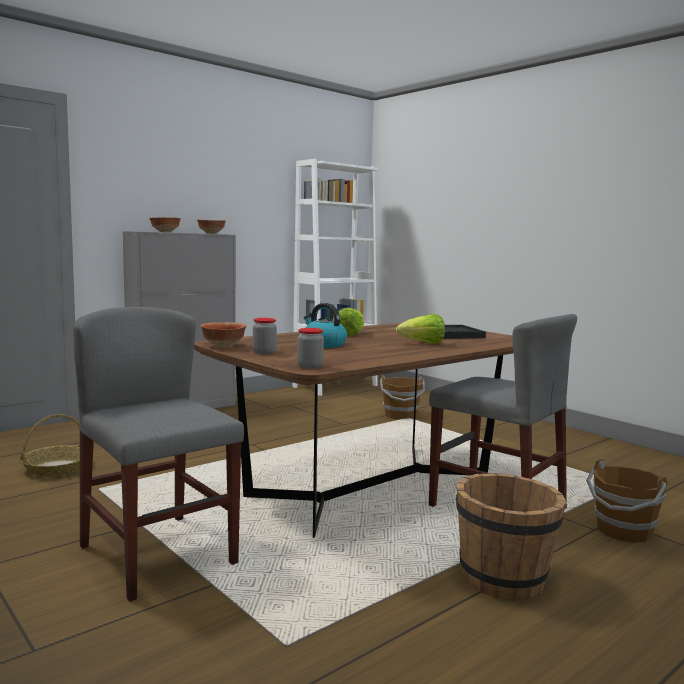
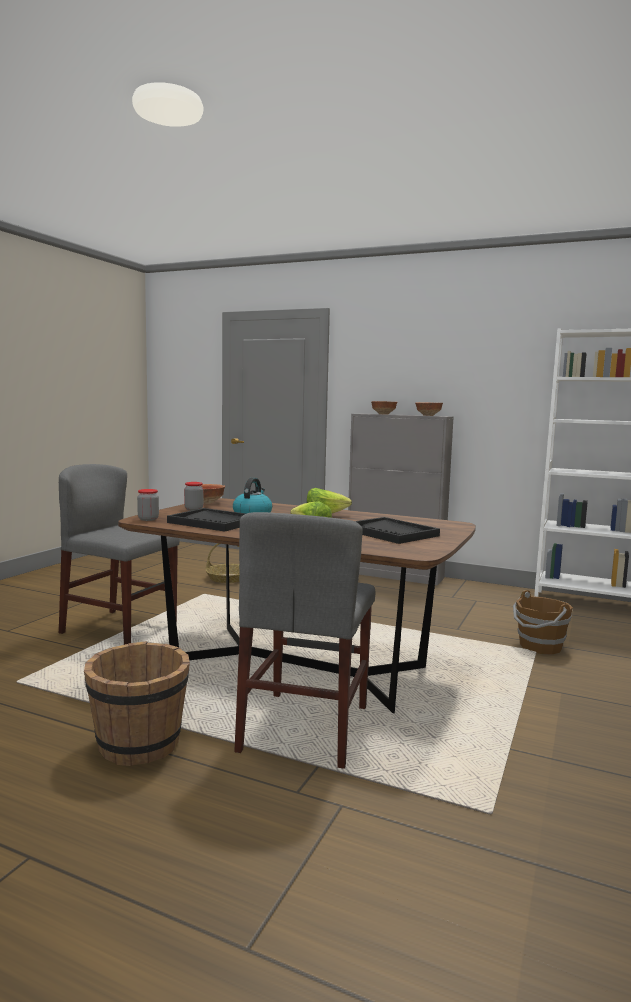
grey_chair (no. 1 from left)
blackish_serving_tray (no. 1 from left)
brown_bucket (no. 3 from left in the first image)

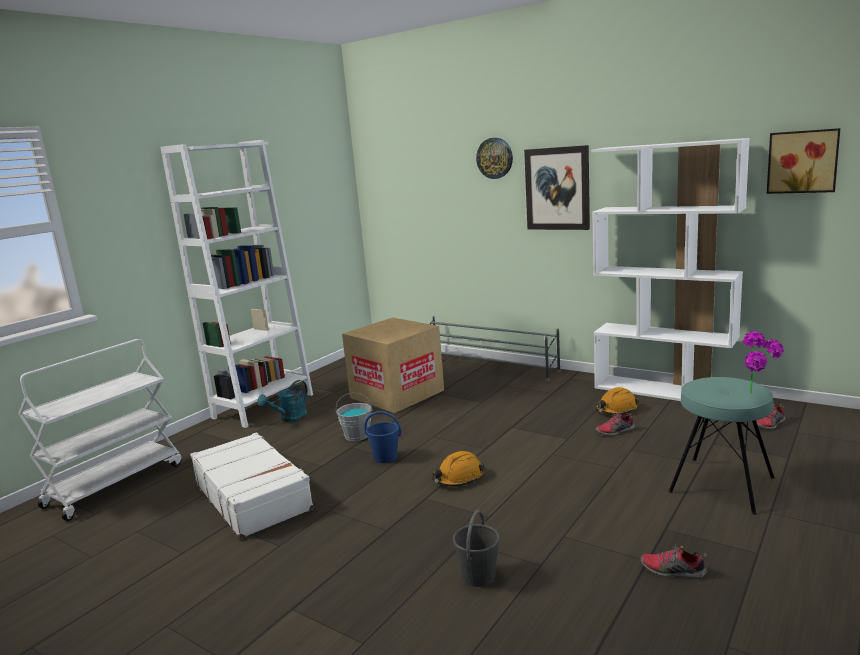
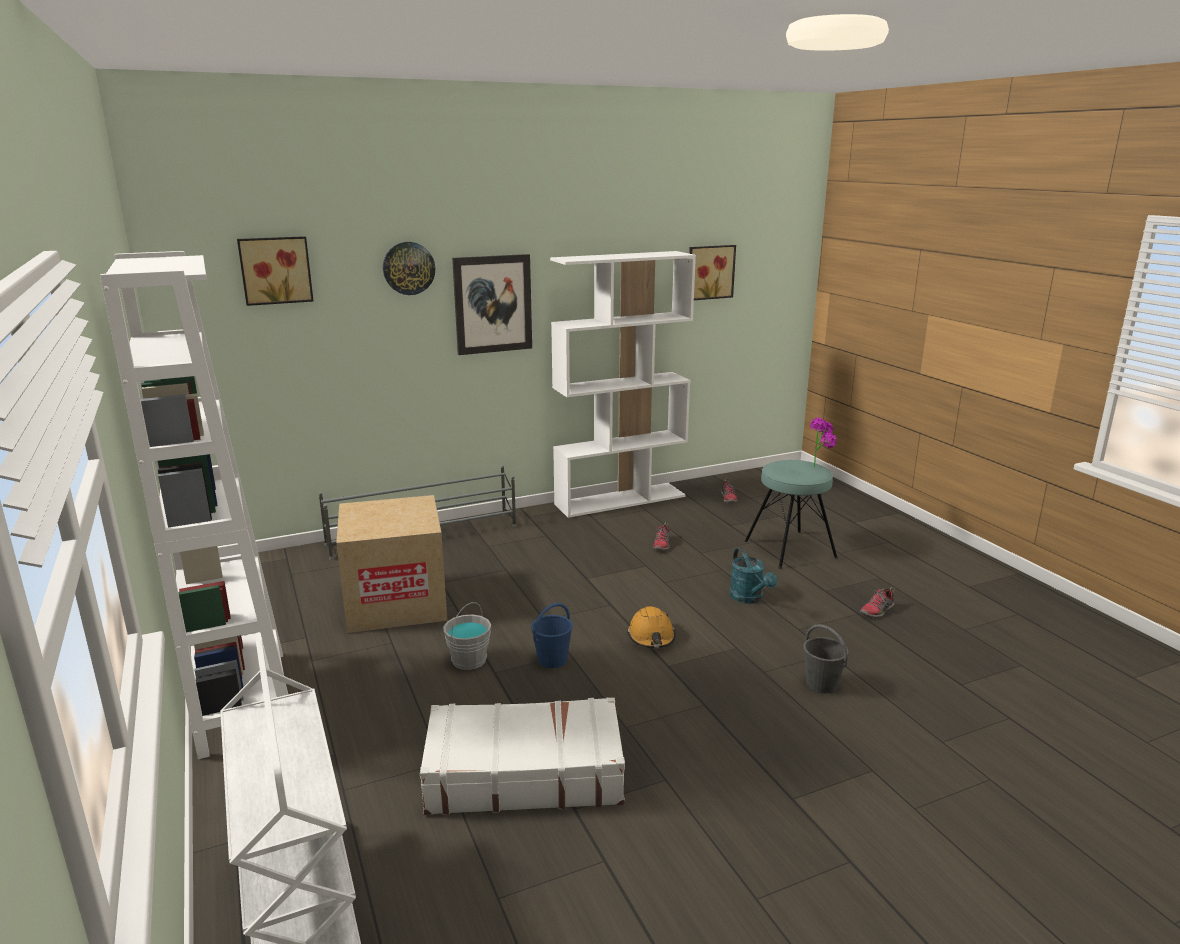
picture (no. 1 from left)
turquoise-coloured_watering_can
orange-coloured_hard_hat (no. 2 from left in the first image)

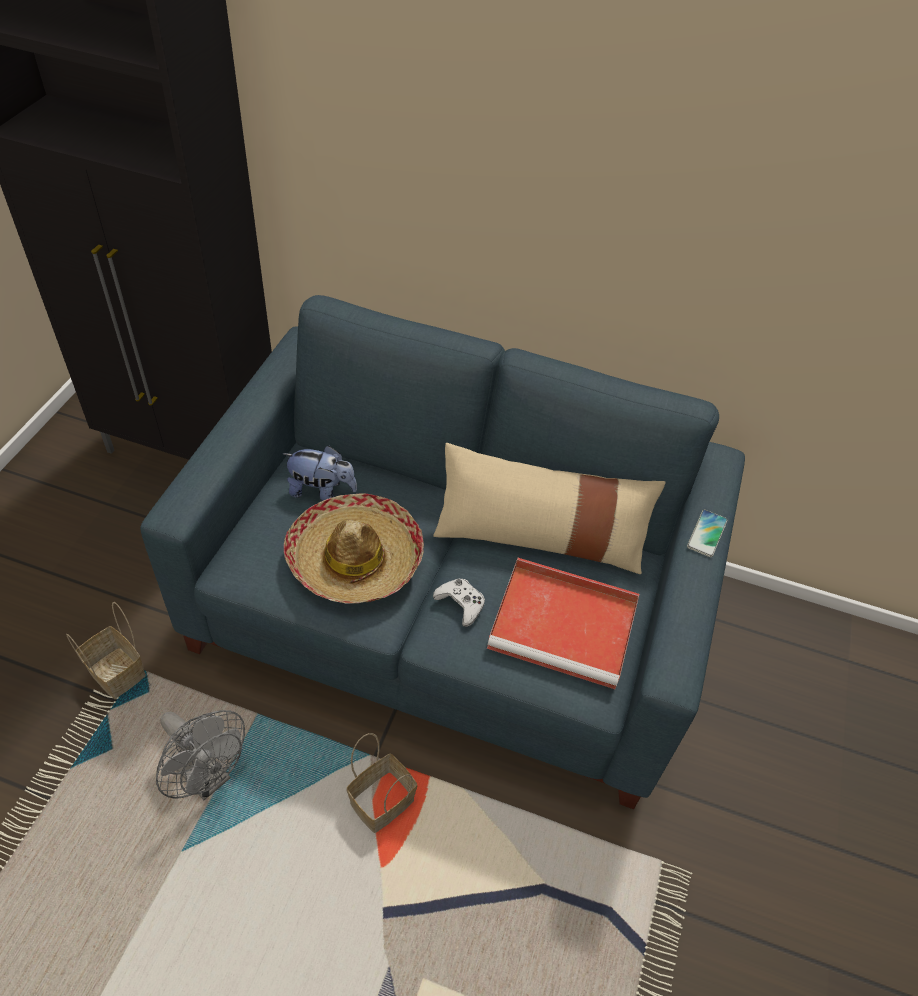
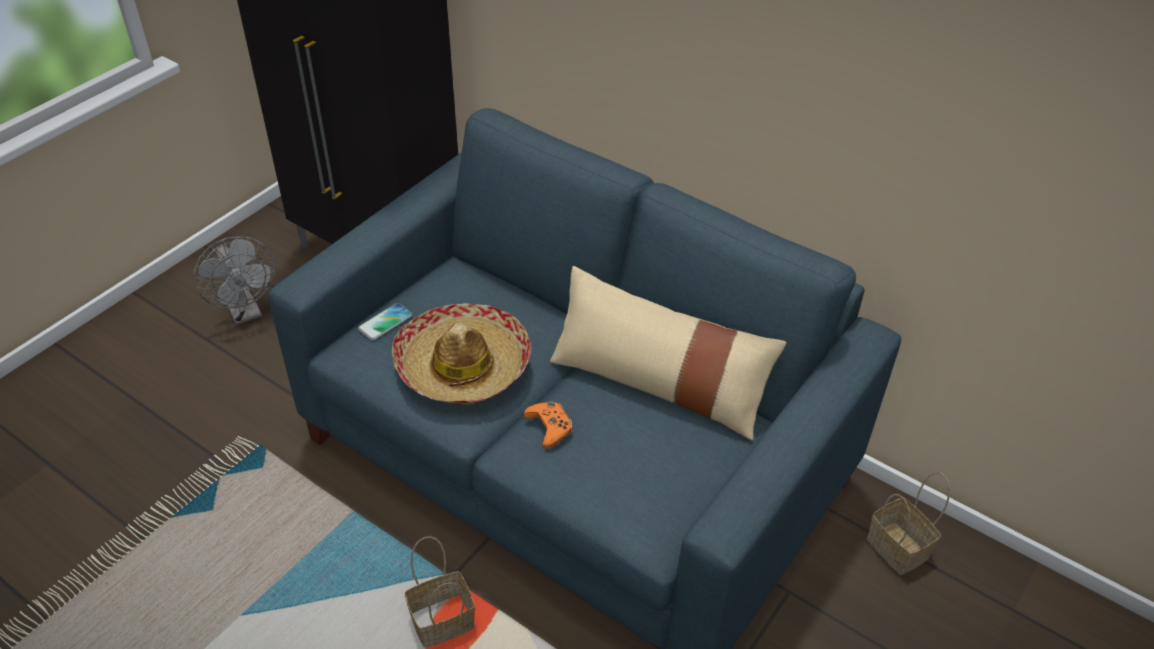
grey_cooling_fan
phone
orange-coloured_game_controller
household_basket (no. 2 from left)
cuddly_toy
red-coloured_serving_tray

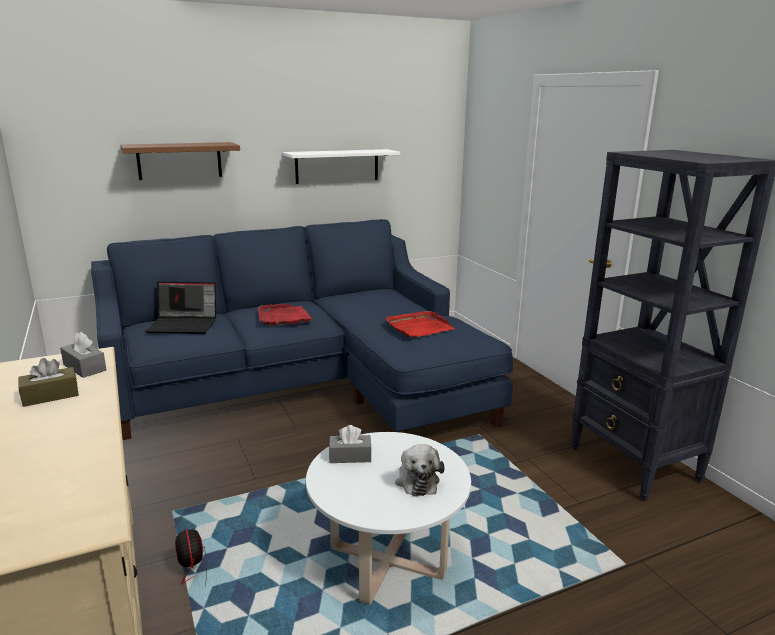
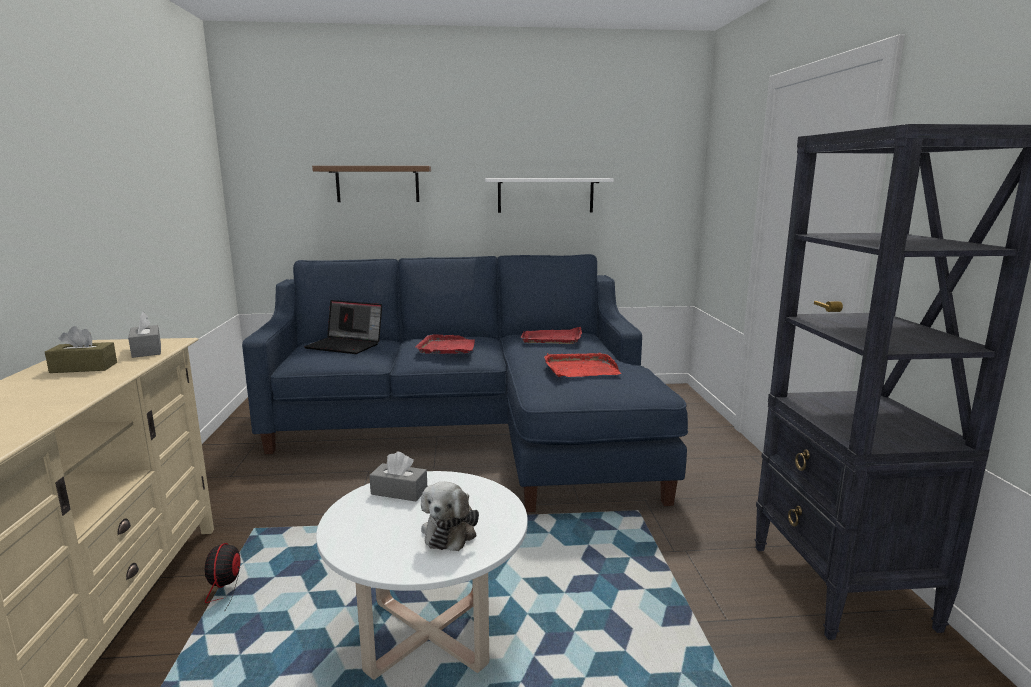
red-coloured_serving_tray (no. 2 from left)

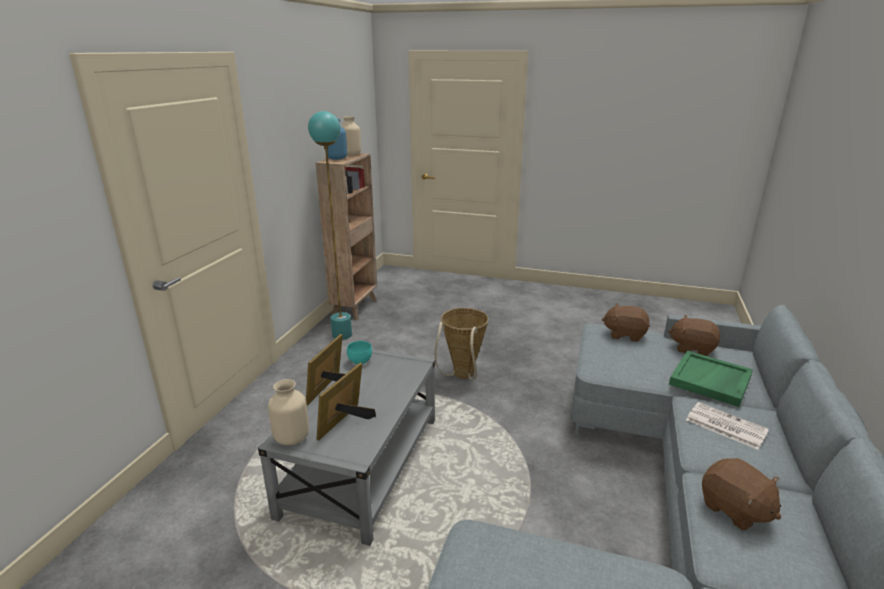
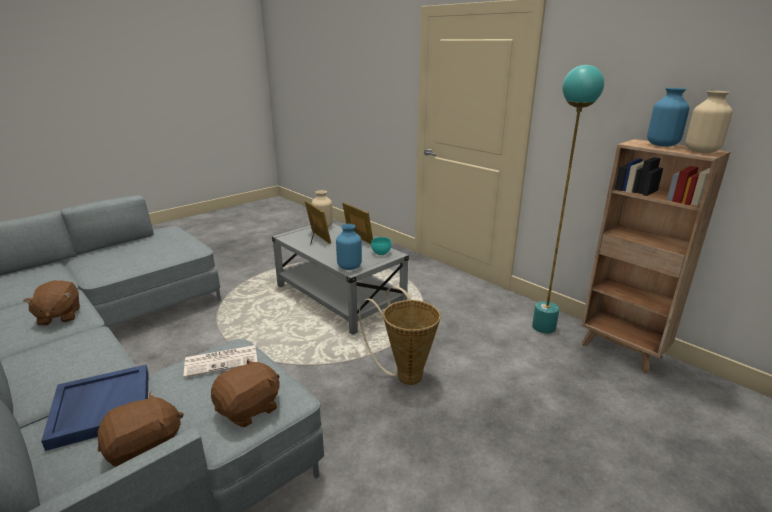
brown_cuddly_toy (no. 1 from left)
blue-coloured_serving_tray
newspaper
blue-coloured_flower_vase (no. 1 from left)

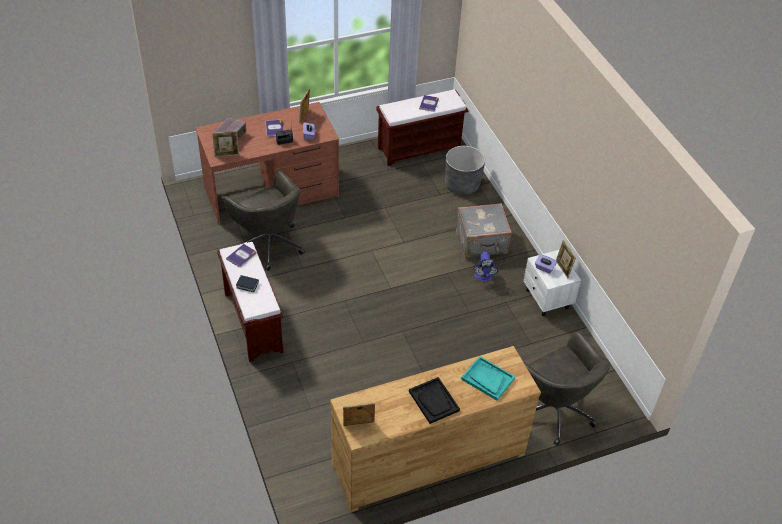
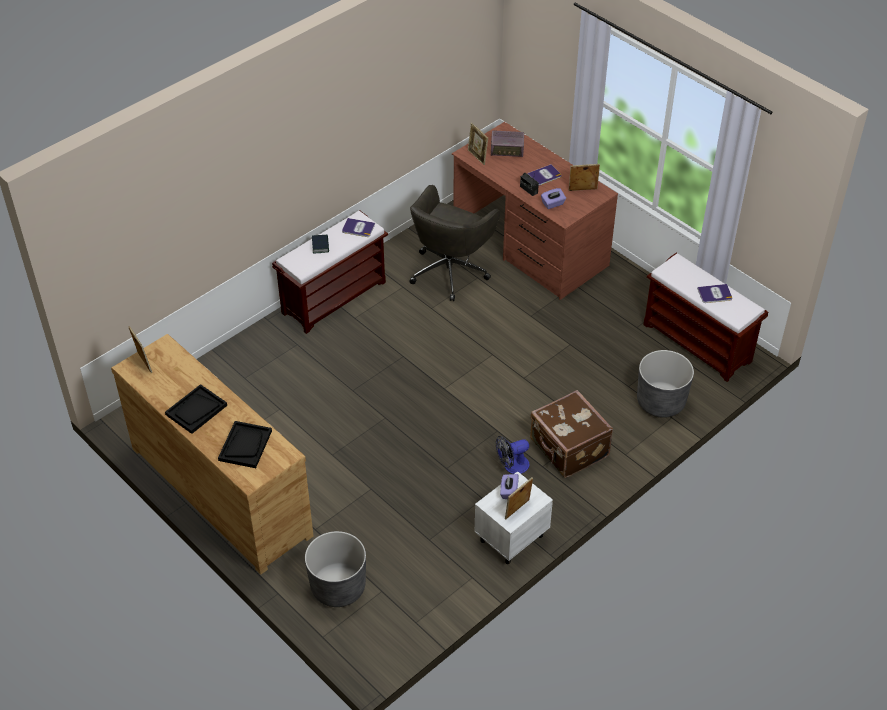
blackish_serving_tray (no. 2 from left)
grey_planter (no. 1 from left)
brown_piece_of_luggage

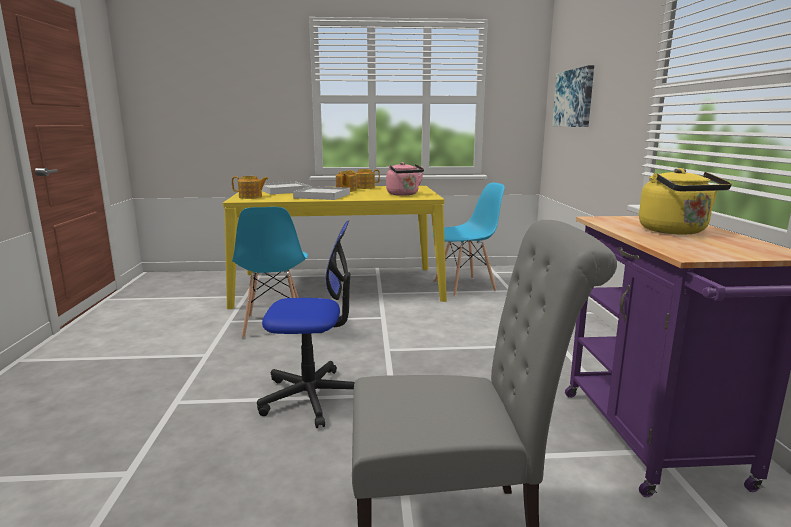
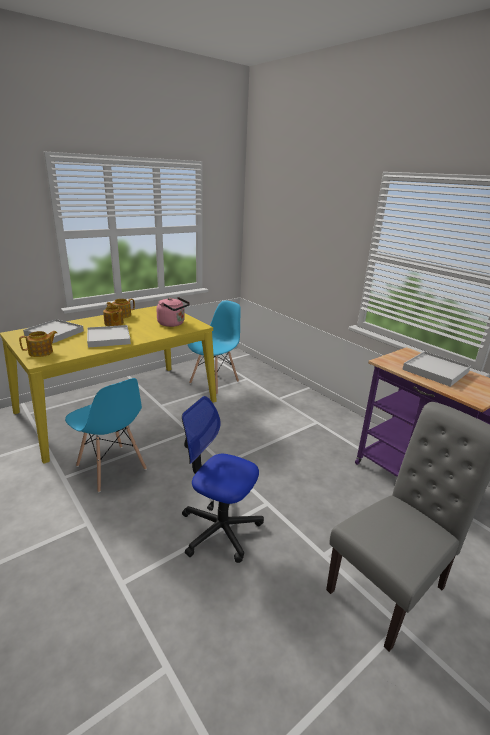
office_chair
white-coloured_serving_tray (no. 3 from left)
picture

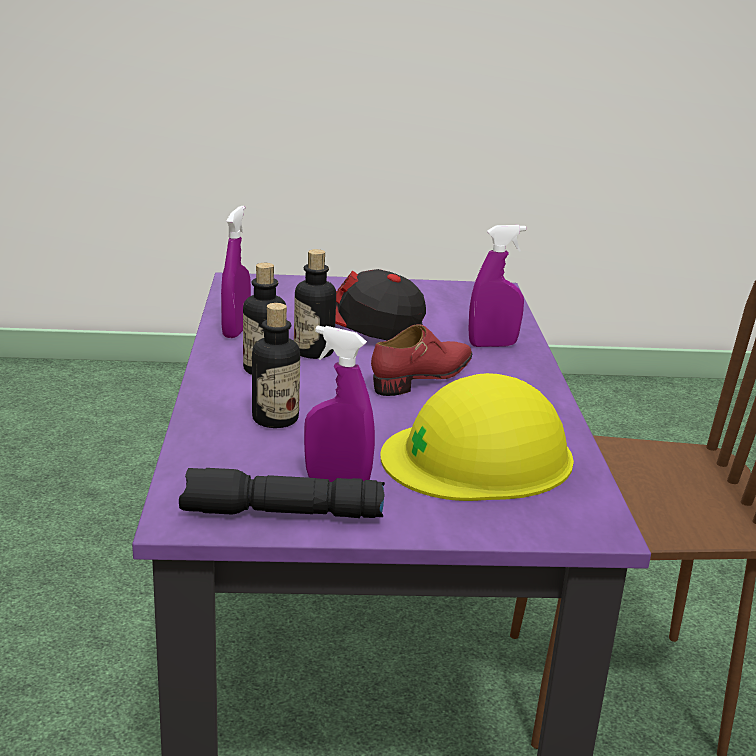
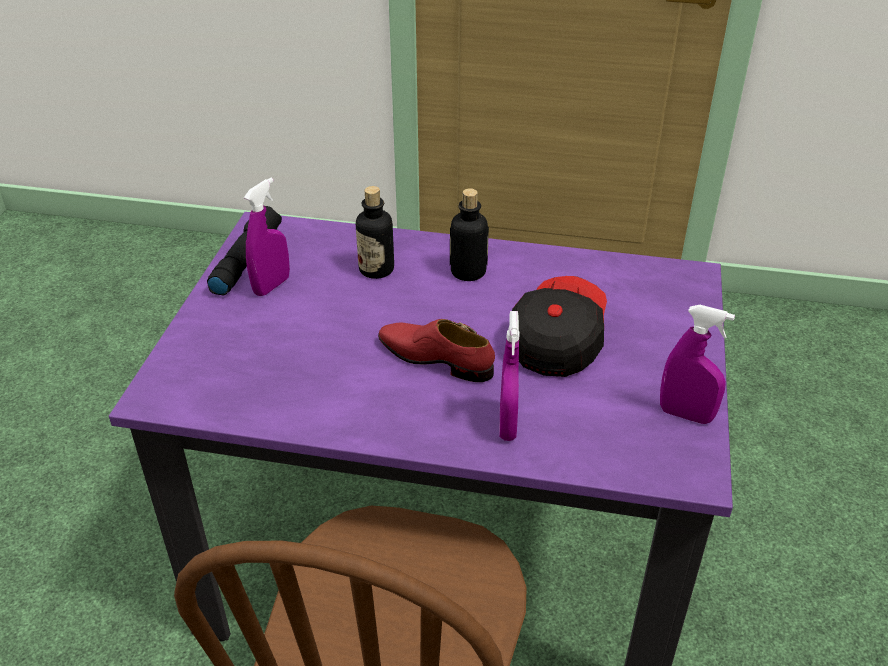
red-coloured_shoe
purple_sprayer (no. 3 from left)
drink_bottle (no. 3 from left in the first image)
yellow_hard_hat

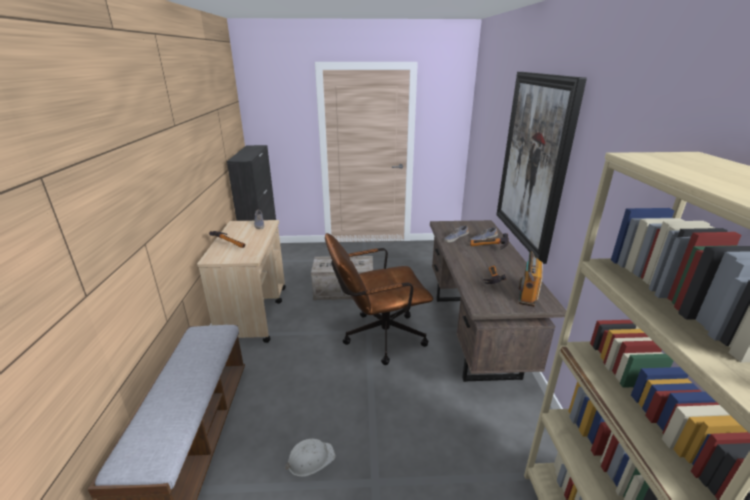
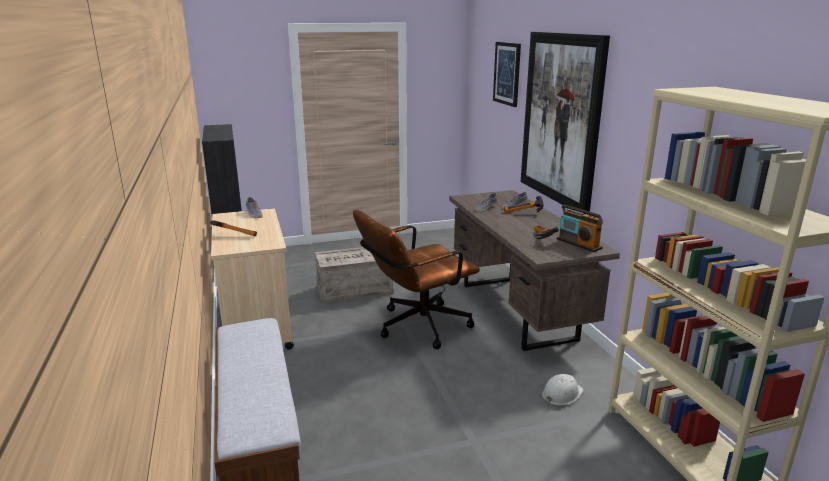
picture (no. 1 from left)
white-coloured_hard_hat
radio_set

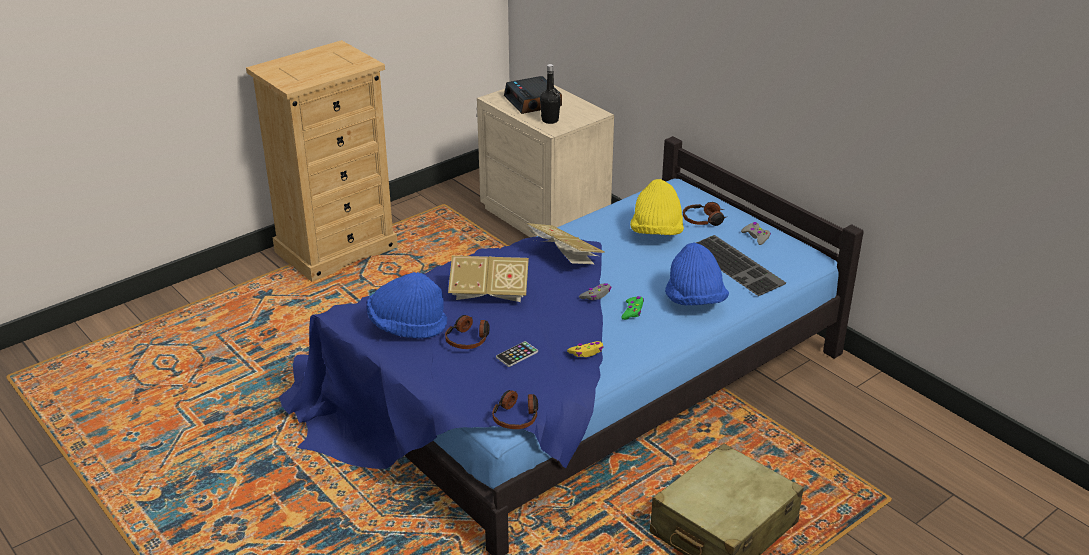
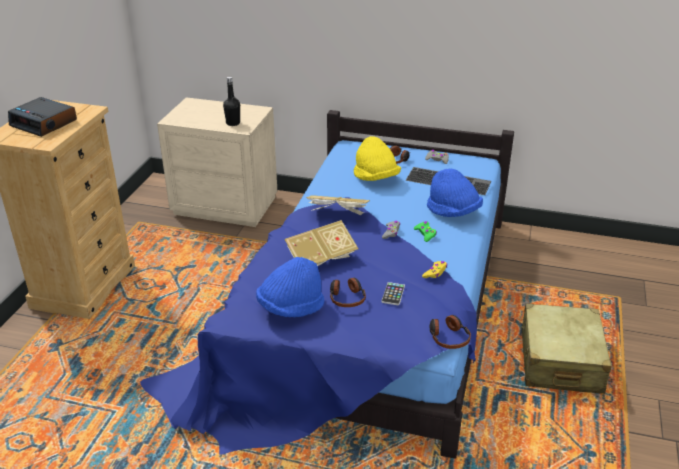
alarm_clock

